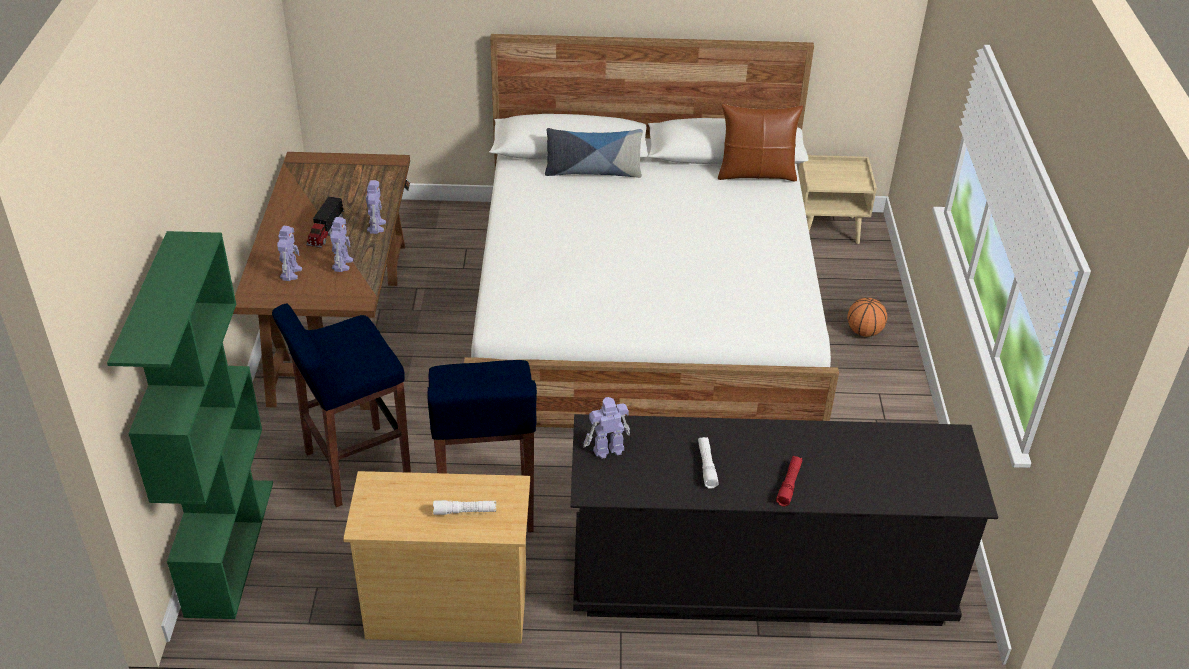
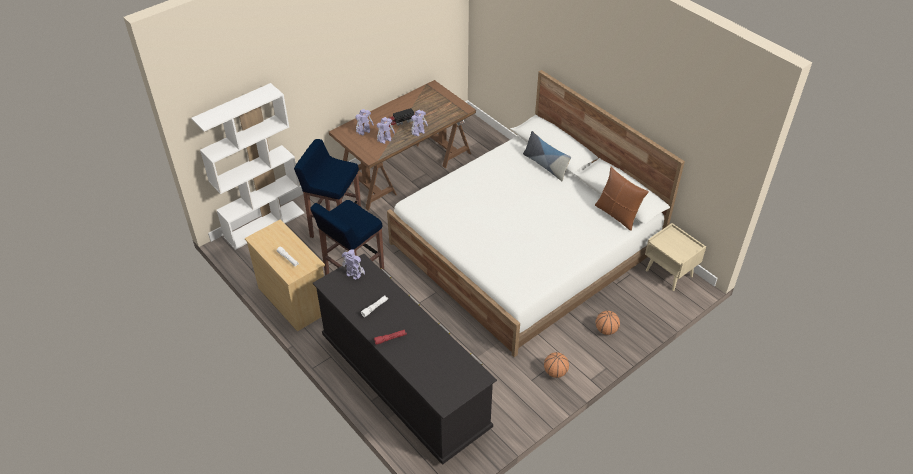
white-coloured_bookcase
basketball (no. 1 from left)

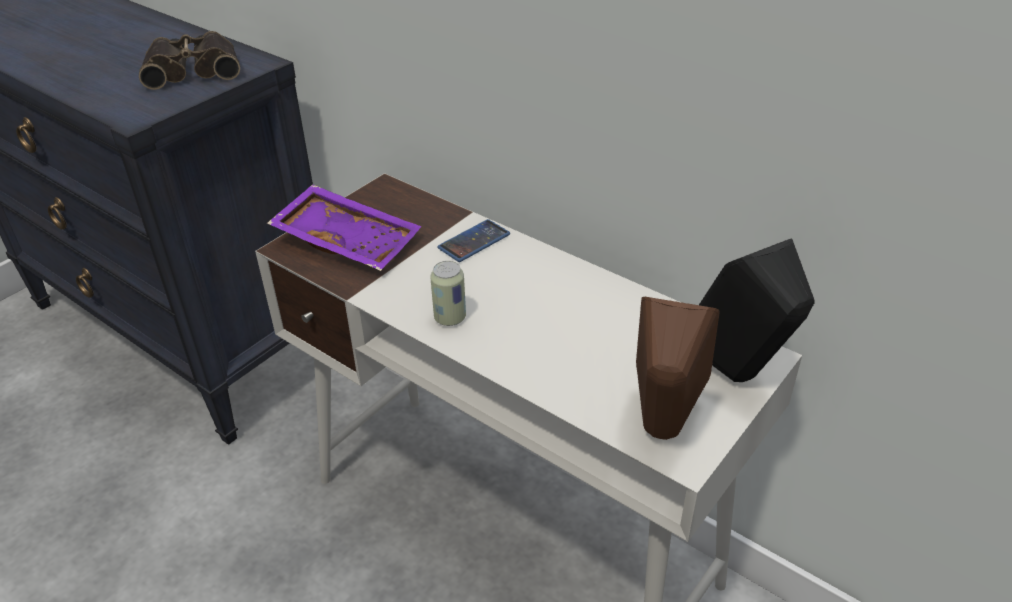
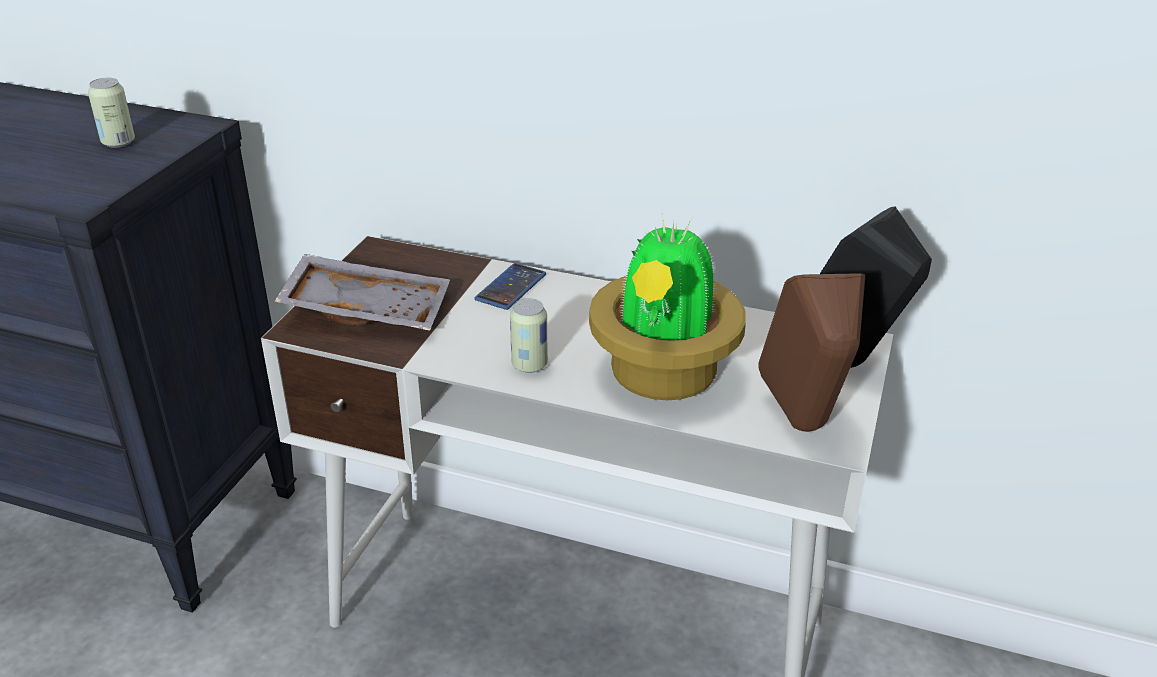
can (no. 1 from left)
grey_serving_tray
houseplant

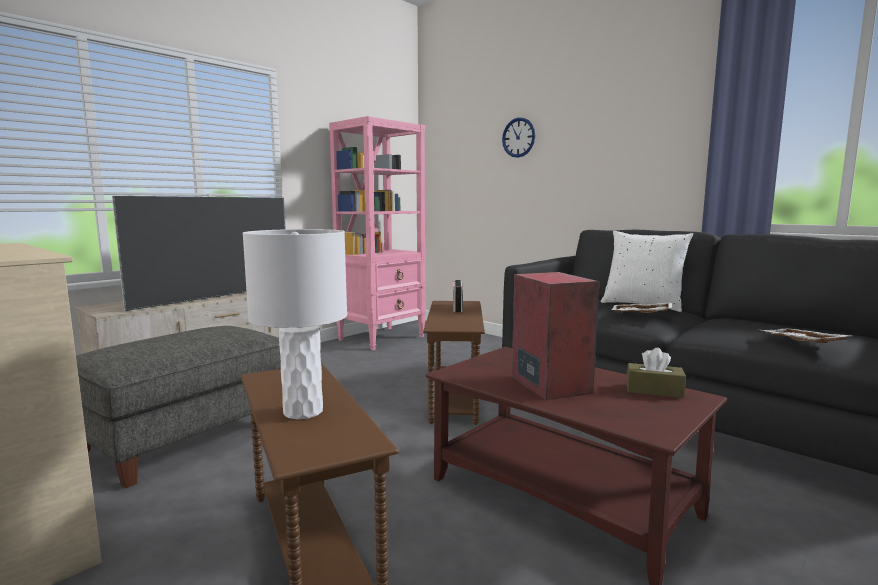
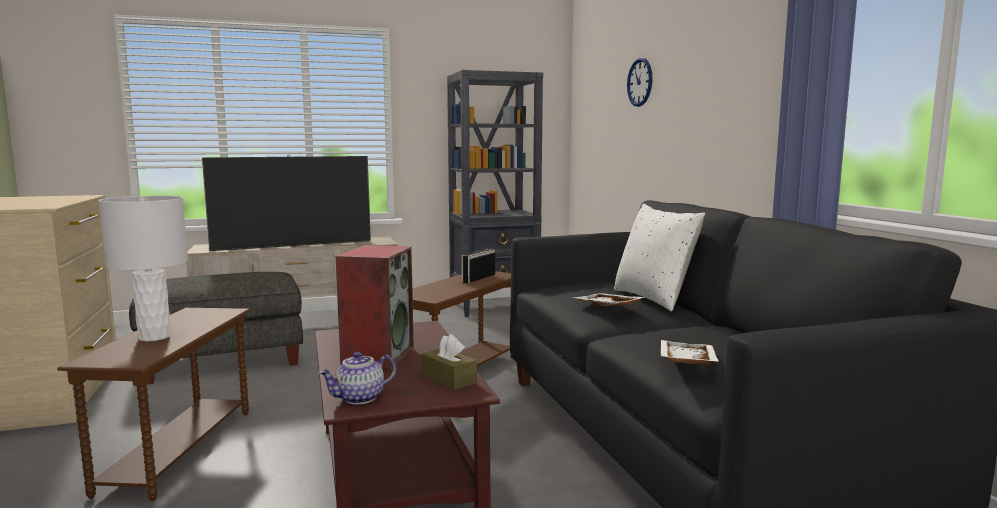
teapot
blackish_bookcase

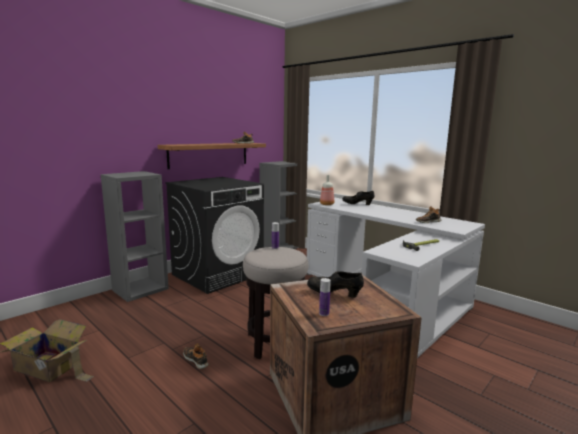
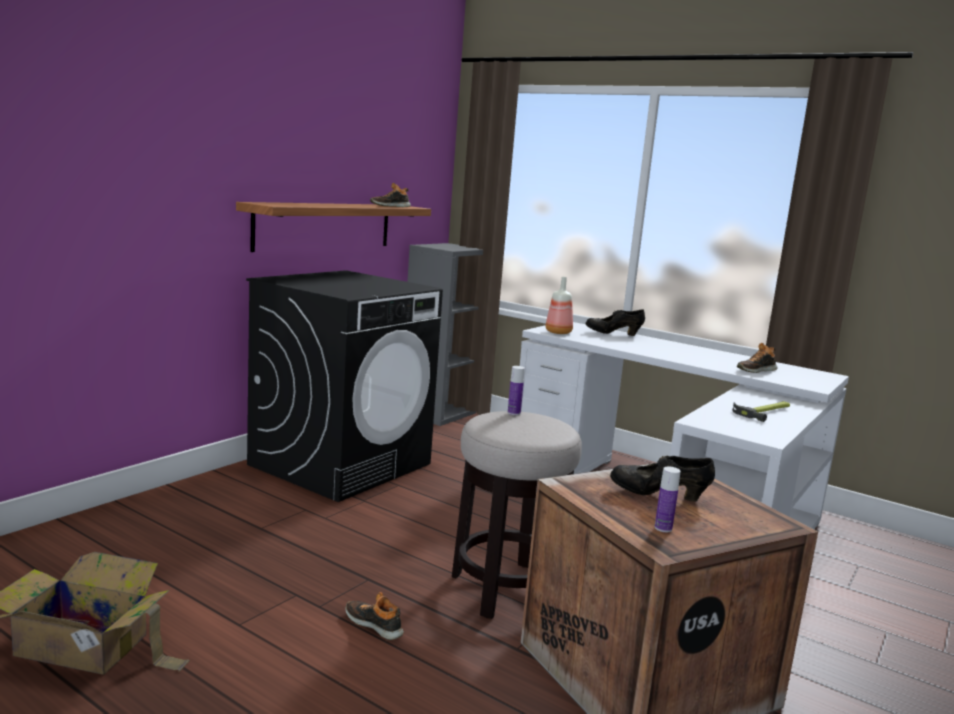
grey_bookcase (no. 1 from left in the first image)

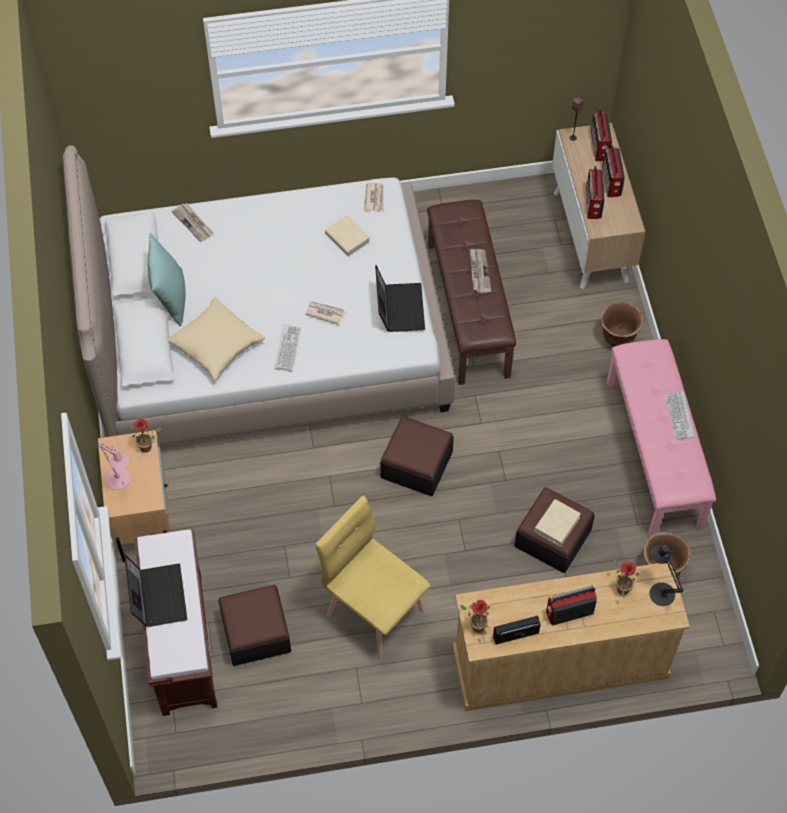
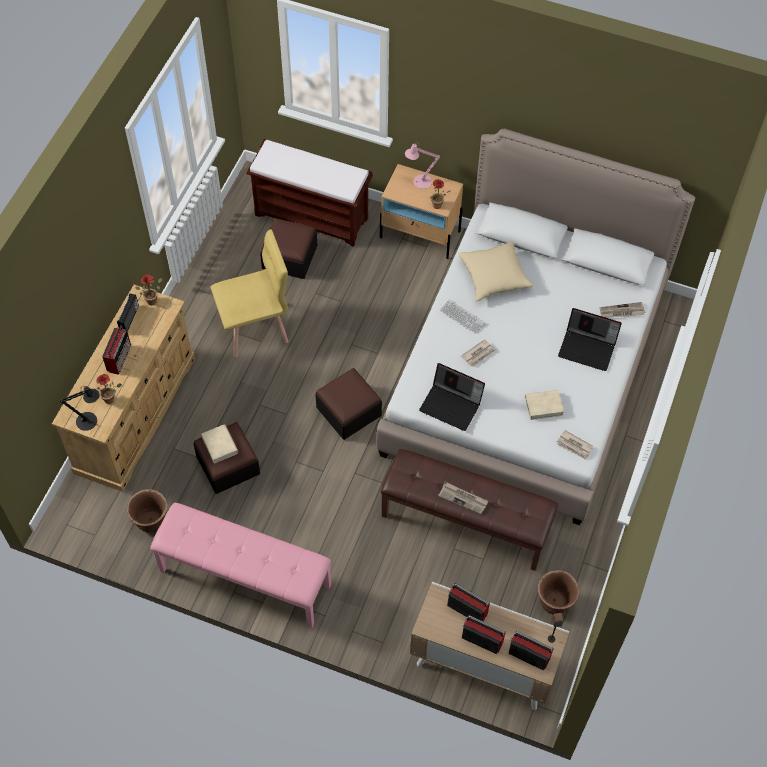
brown_planter (no. 2 from left)
notebook_computer (no. 2 from left)
turquoise-coloured_throw_pillow
PC_keyboard (no. 2 from left in the first image)

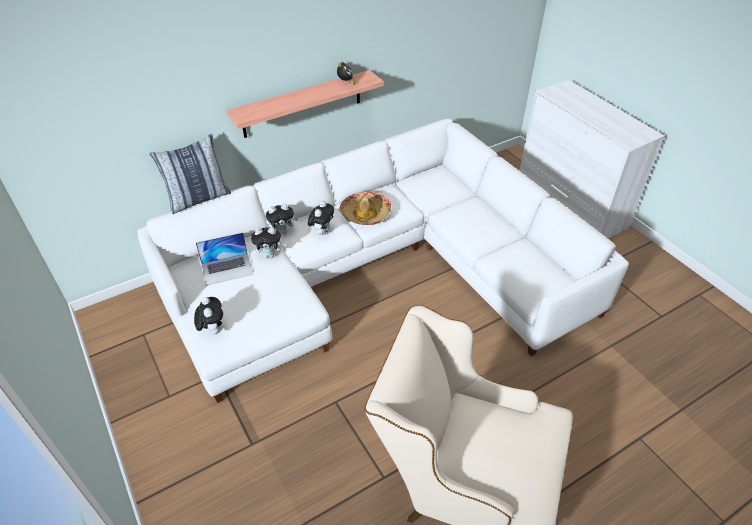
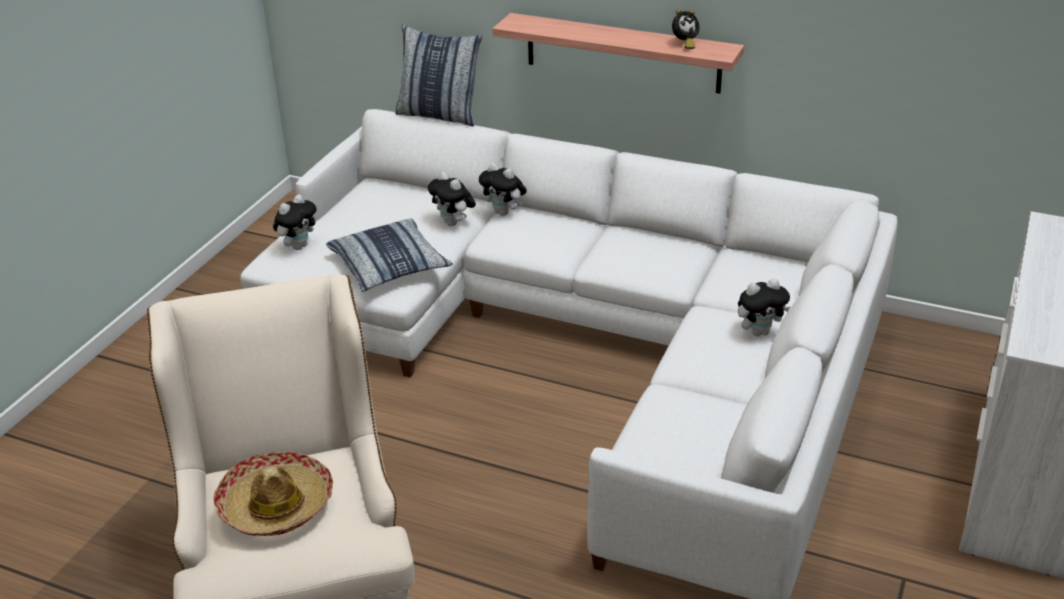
hat
throw_pillow (no. 1 from left)
cuddly_toy (no. 4 from left)
notebook_computer

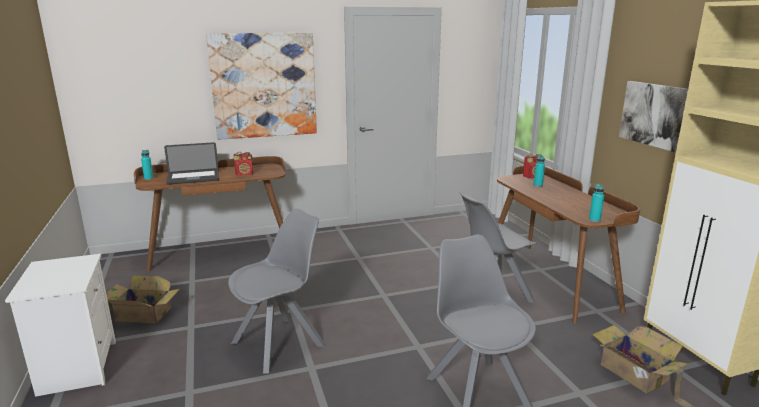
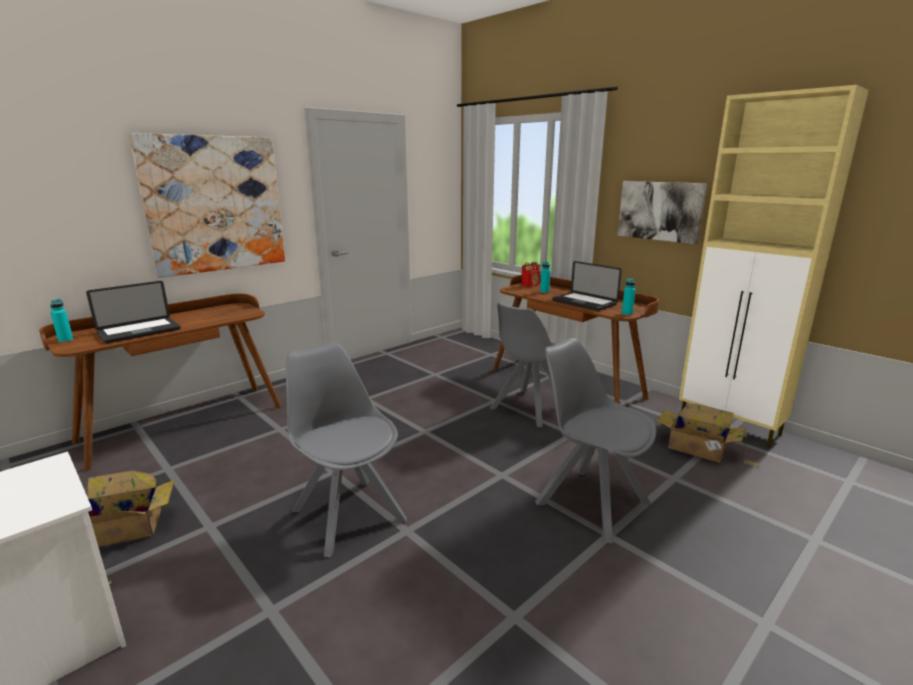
grey_chair (no. 1 from left)
notebook_computer (no. 2 from left)
radio_set (no. 1 from left in the first image)

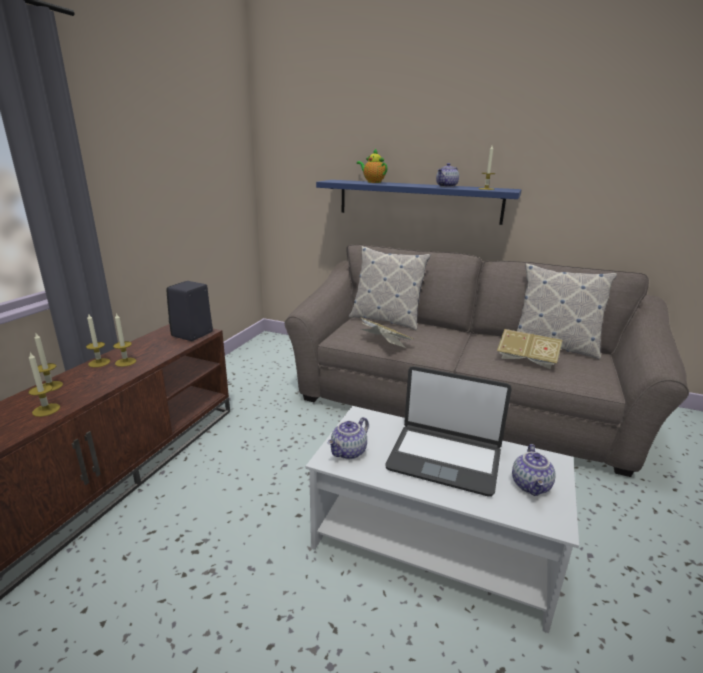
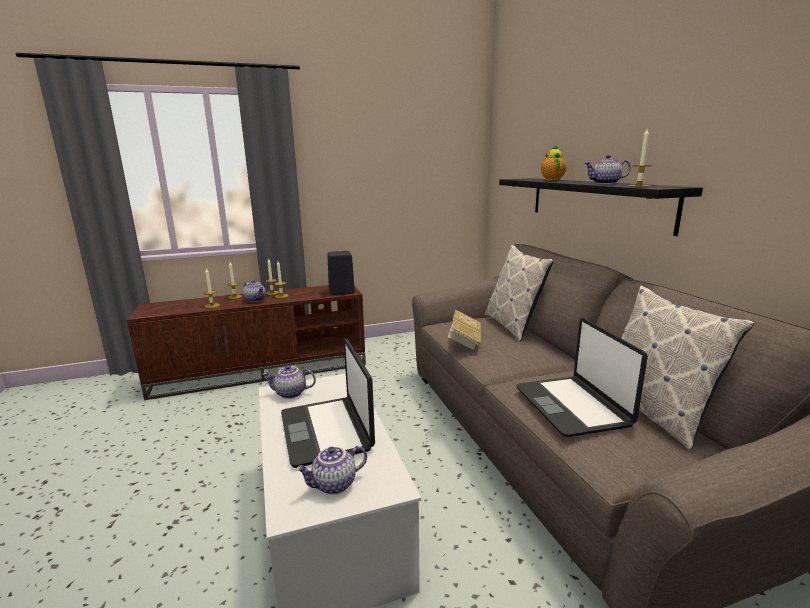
teapot (no. 1 from left)
blackish_wall_shelf
notebook_computer (no. 2 from left)

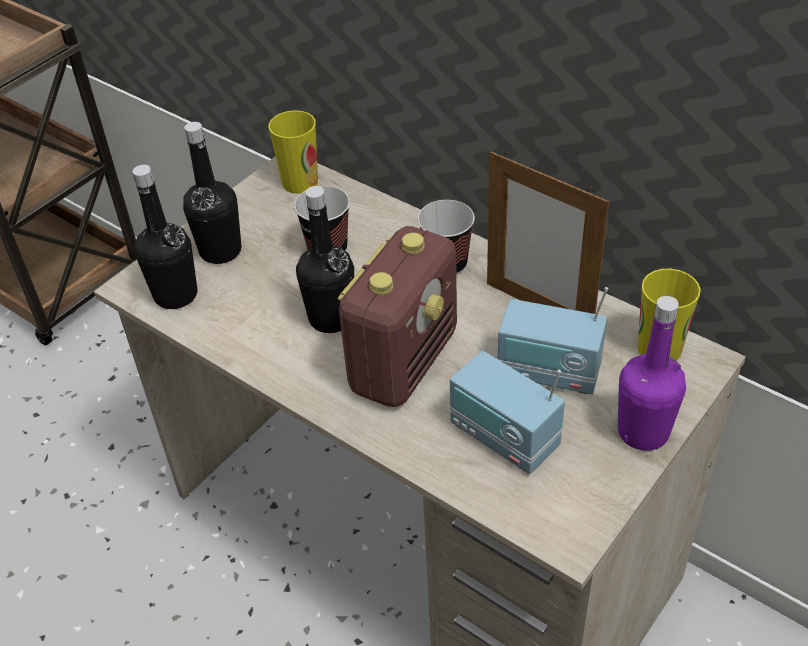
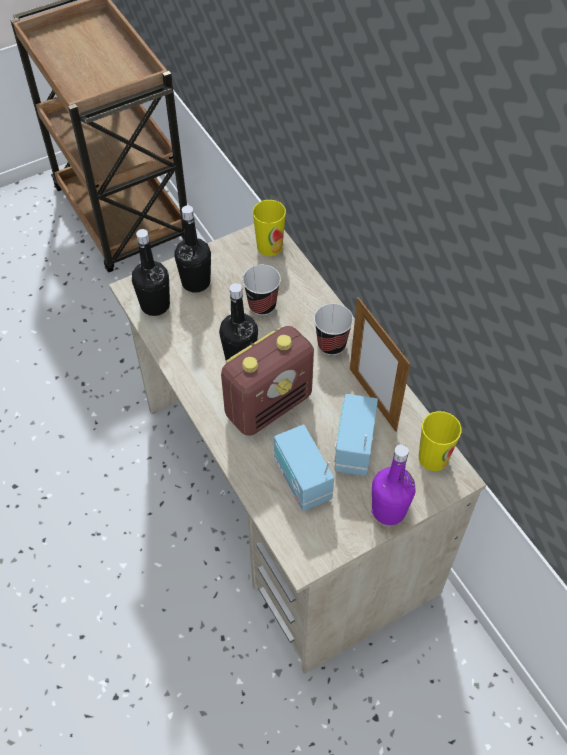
radio_set (no. 3 from left)

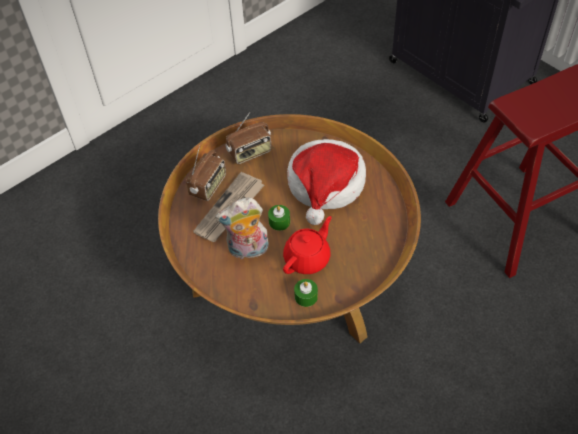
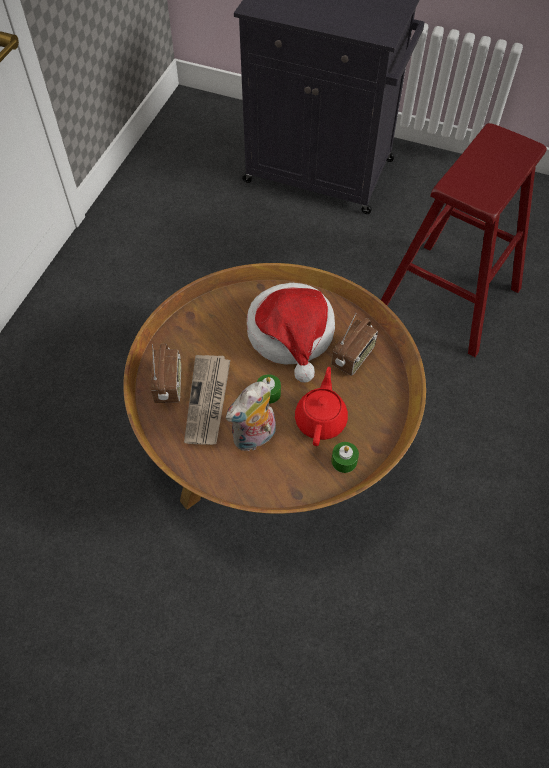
radio_set (no. 2 from left)

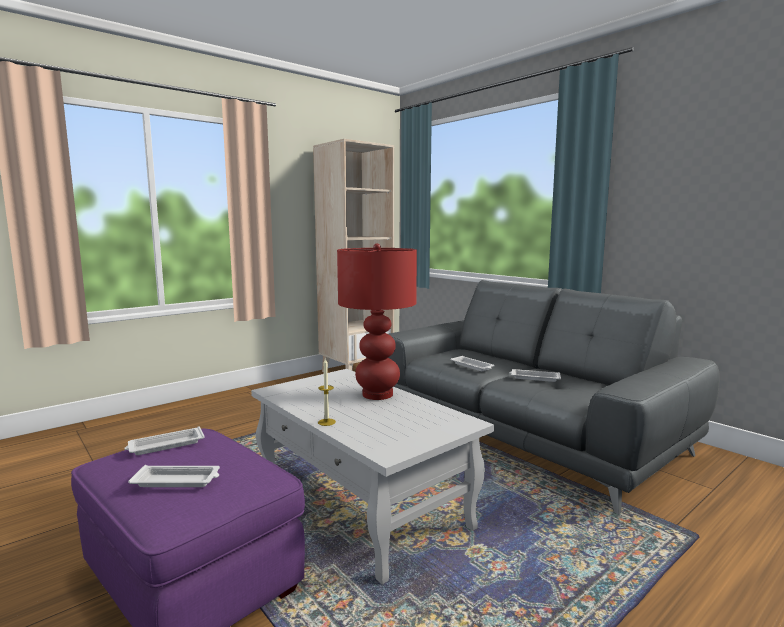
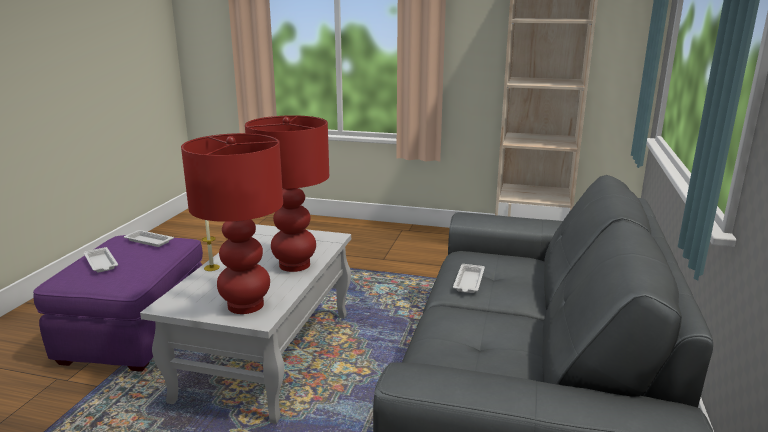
red-coloured_table_lamp (no. 1 from left)
white-coloured_serving_tray (no. 4 from left in the first image)

